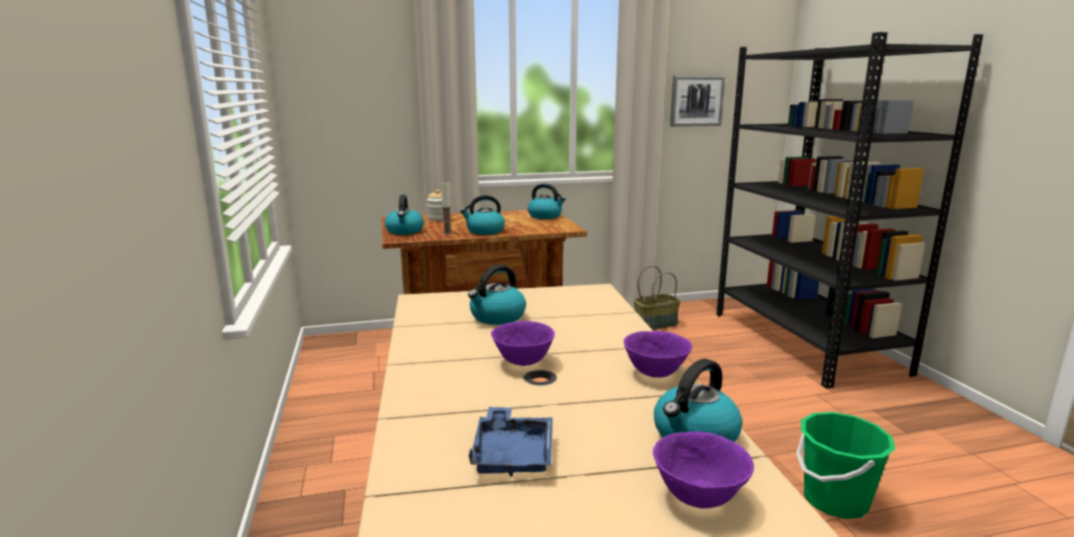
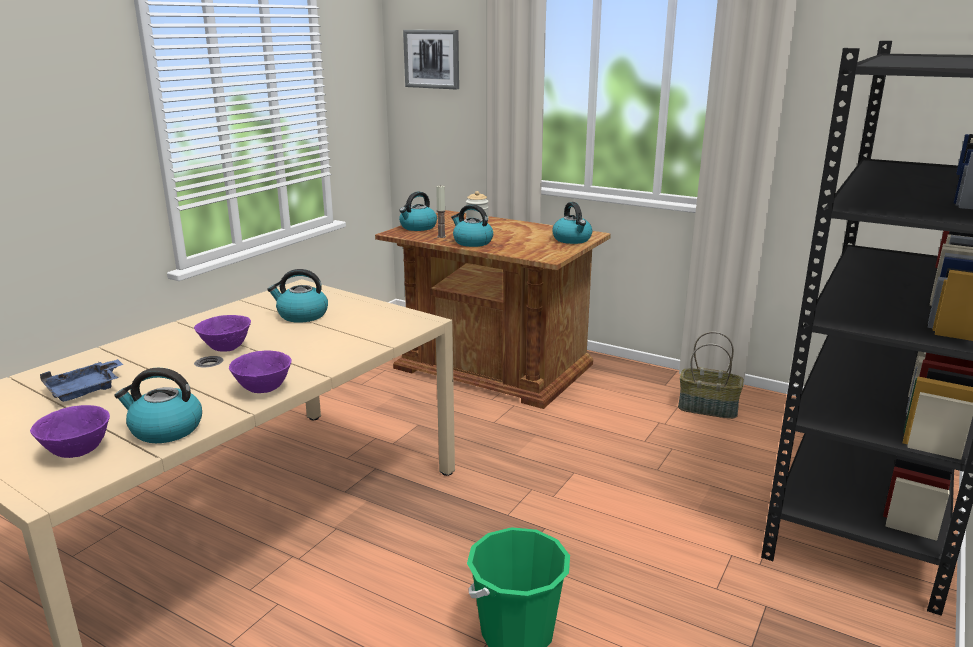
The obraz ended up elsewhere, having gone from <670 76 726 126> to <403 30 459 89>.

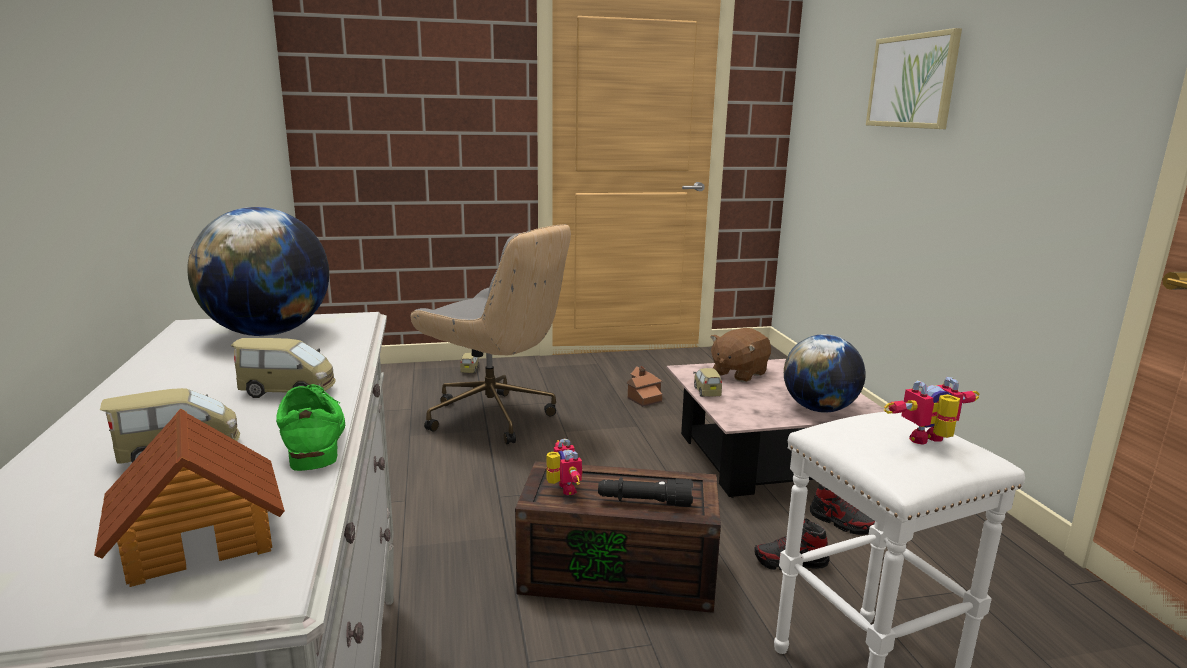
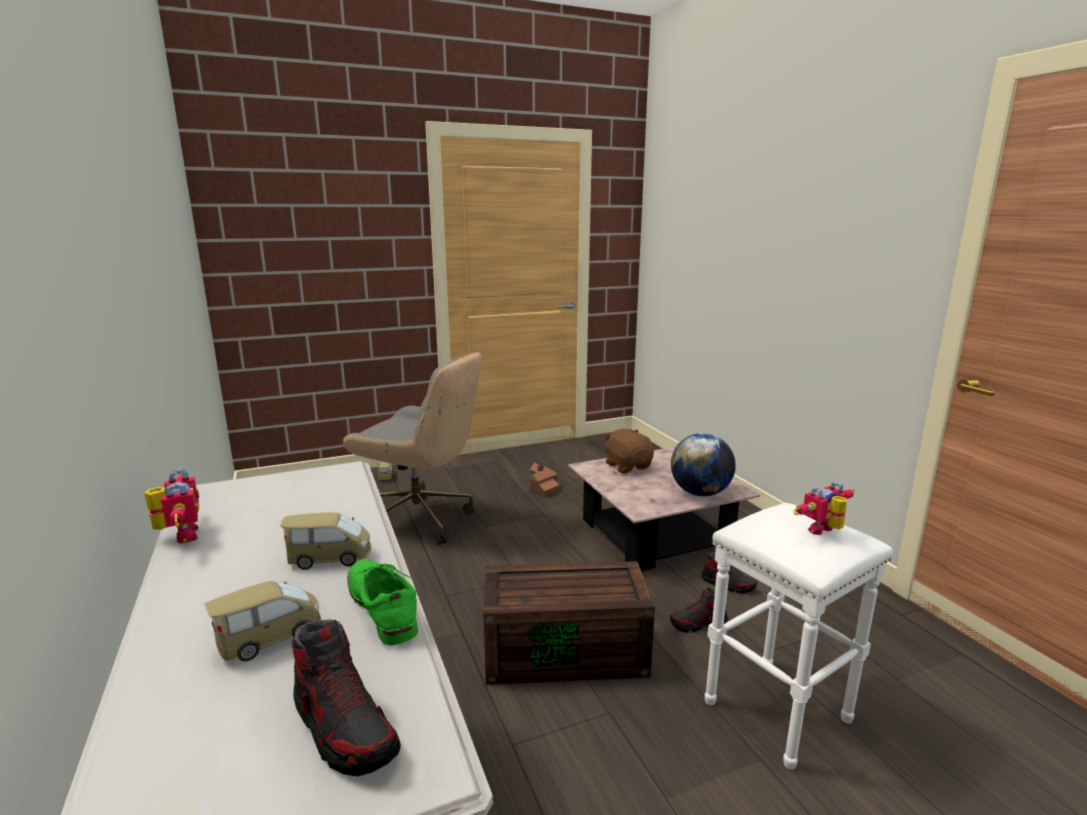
The robot zabawkowy ended up elsewhere, having gone from <546 439 583 495> to <144 469 199 543>.
Where the domek stood at <94 409 285 587>, the but came to stand at <291 619 401 776>.
The pluszak (brązowy) at <710 328 771 382> ended up facing another way, 120 degrees clockwise from before.
The second view lost the globus at <187 207 329 336>.
The second view lost the latarka (czarny) at <598 477 693 507>.
The second view lost the samochodzik at <693 368 722 397>.
The second view lost the obraz at <866 28 962 129>.

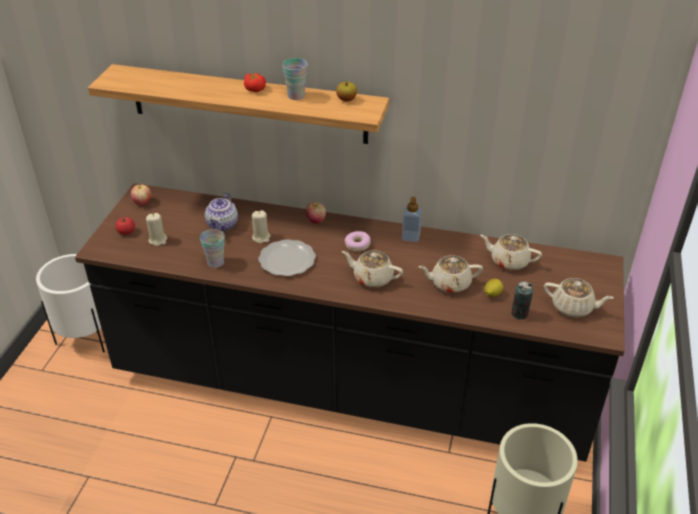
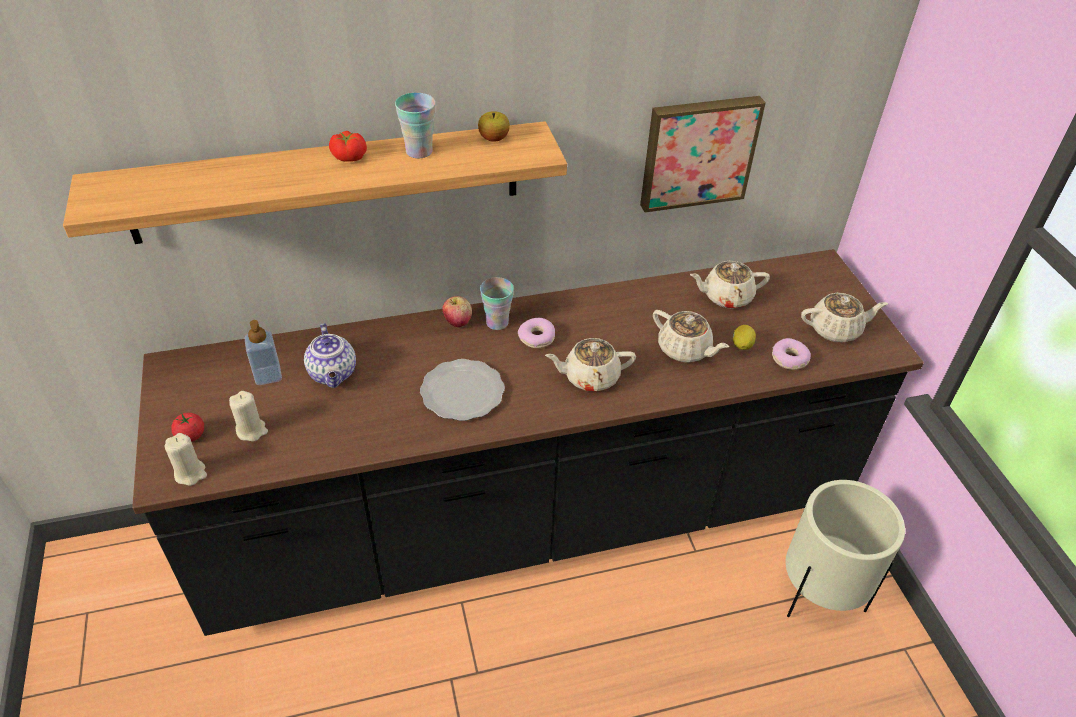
The świeca (beżowy) ended up elsewhere, having gone from <252 210 271 243> to <165 433 207 486>.
The dozownik mydła ended up elsewhere, having gone from <402 197 422 242> to <245 320 282 385>.
The filiżanka ended up elsewhere, having gone from <200 229 225 268> to <480 277 514 330>.
The second view gained the obraz at <640 96 766 213>.
The imbryk (beżowy) at <418 255 483 293> ended up facing another way, 105 degrees counterclockwise from before.
Where the puszka stood at <511 281 533 320>, the donut came to stand at <772 338 811 370>.
The second view lost the donica (biały) at <36 254 105 353>.
The second view lost the jabłko at <131 184 152 206>.

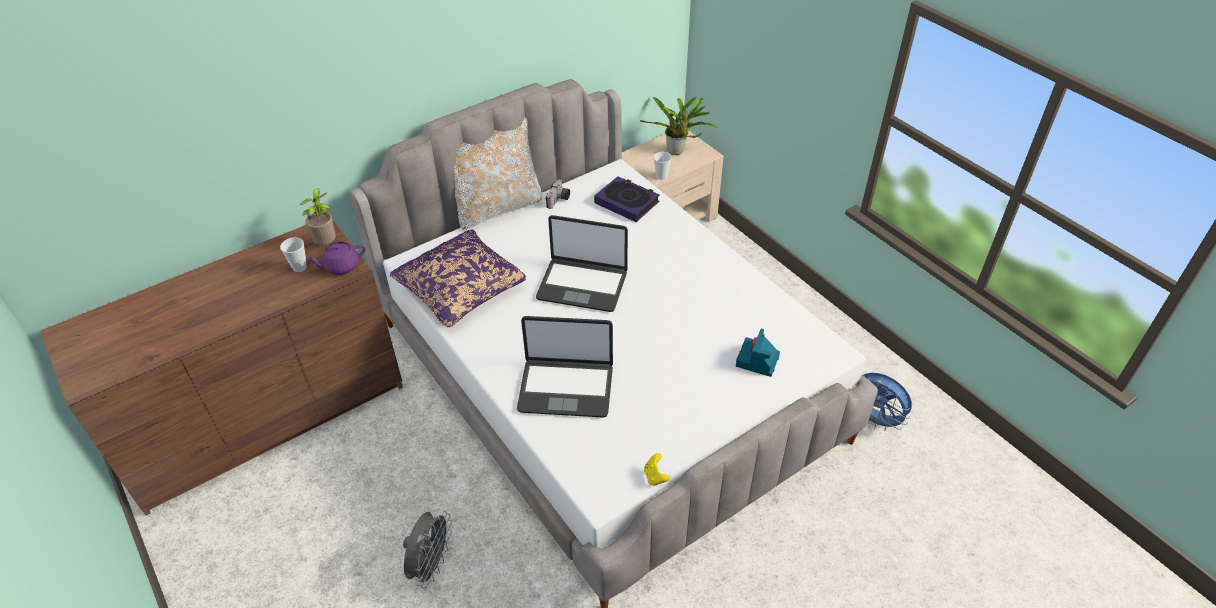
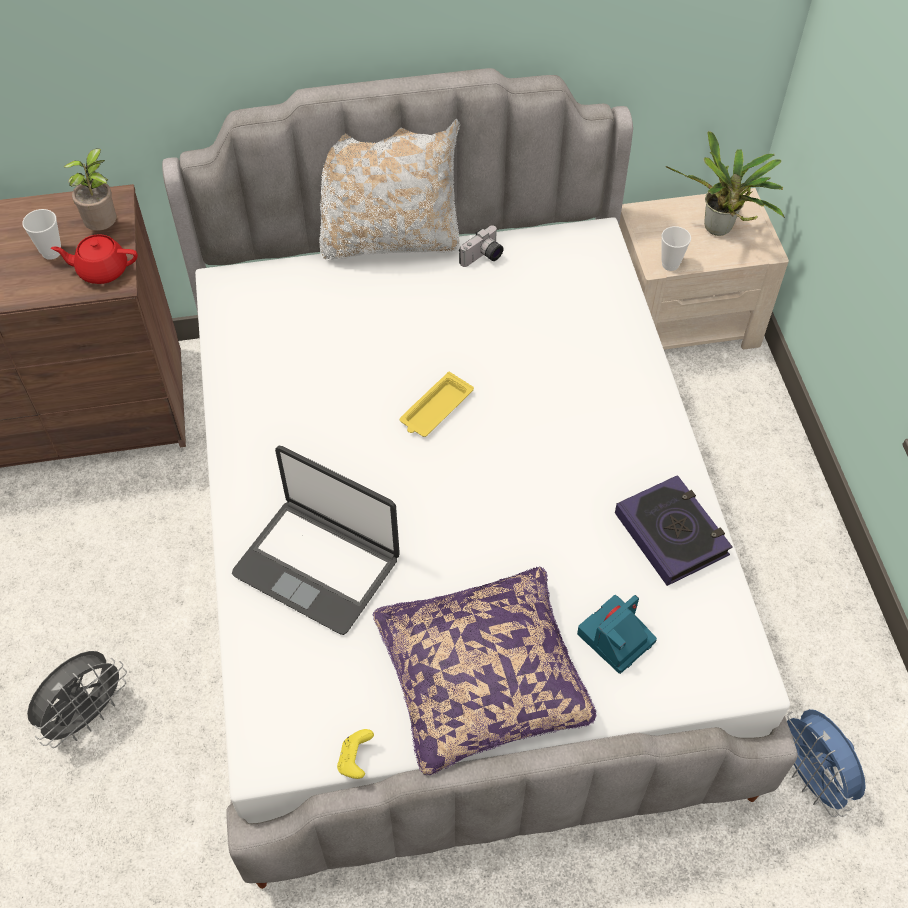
What was the imbryk (fioletowy) at <307 242 366 275> turned into the imbryk (czerwony) at <51 234 138 284>.
The poduszka (fioletowy) ended up elsewhere, having gone from <390 229 526 328> to <373 567 597 775>.
Where the laptop stood at <536 215 628 312>, the taca (żółty) came to stand at <400 372 474 437>.
The książka ended up elsewhere, having gone from <594 176 660 222> to <615 475 733 586>.

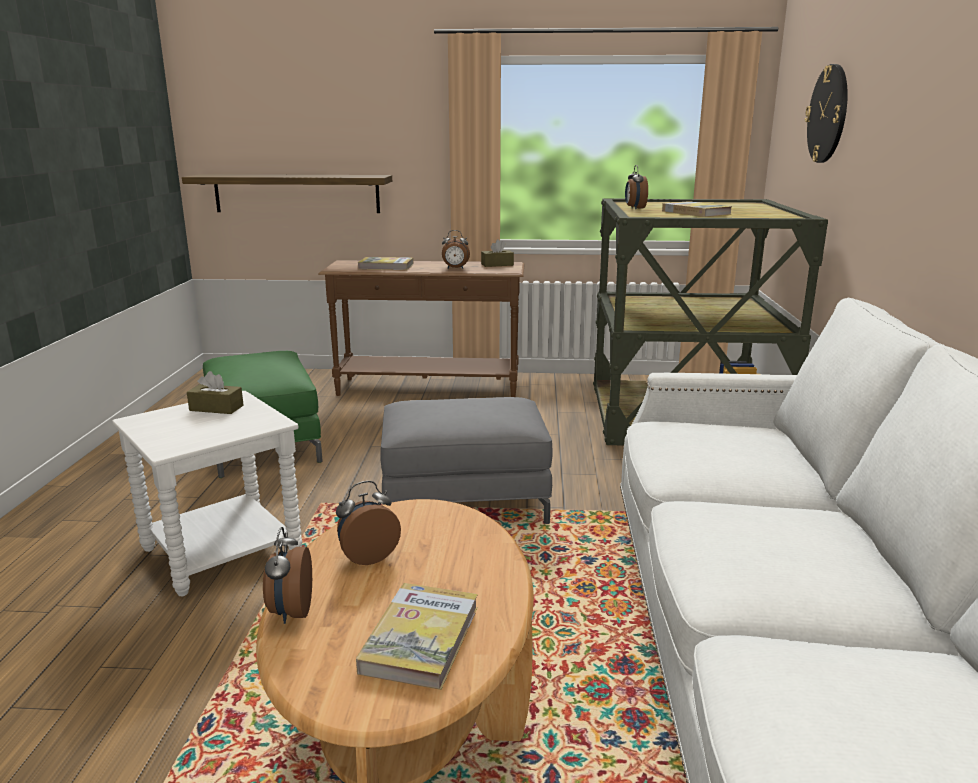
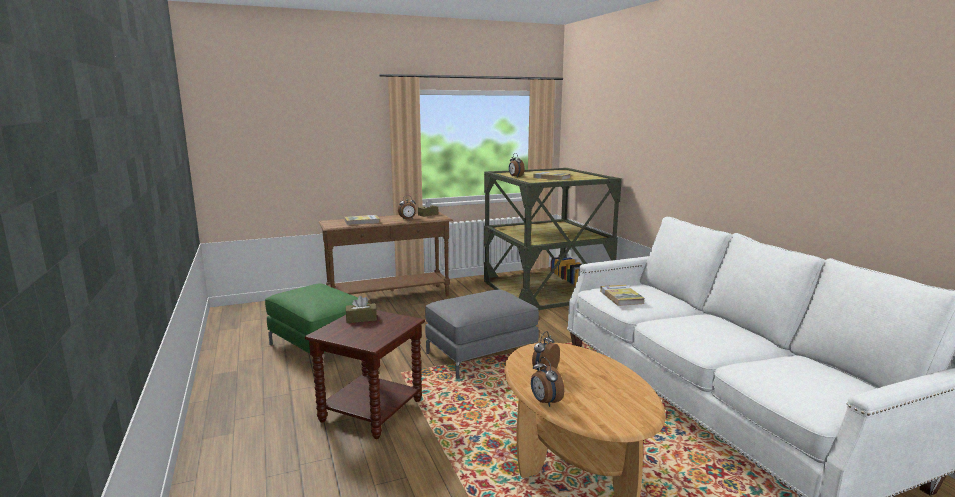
What was the stolik (biały) at <112 391 302 596> turned into the stolik (brązowy) at <305 310 425 439>.
The książka ended up elsewhere, having gone from <356 583 478 690> to <600 285 645 306>.
The second view lost the półka at <182 174 392 213>.
The second view lost the zegar ścienny at <805 64 848 163>.

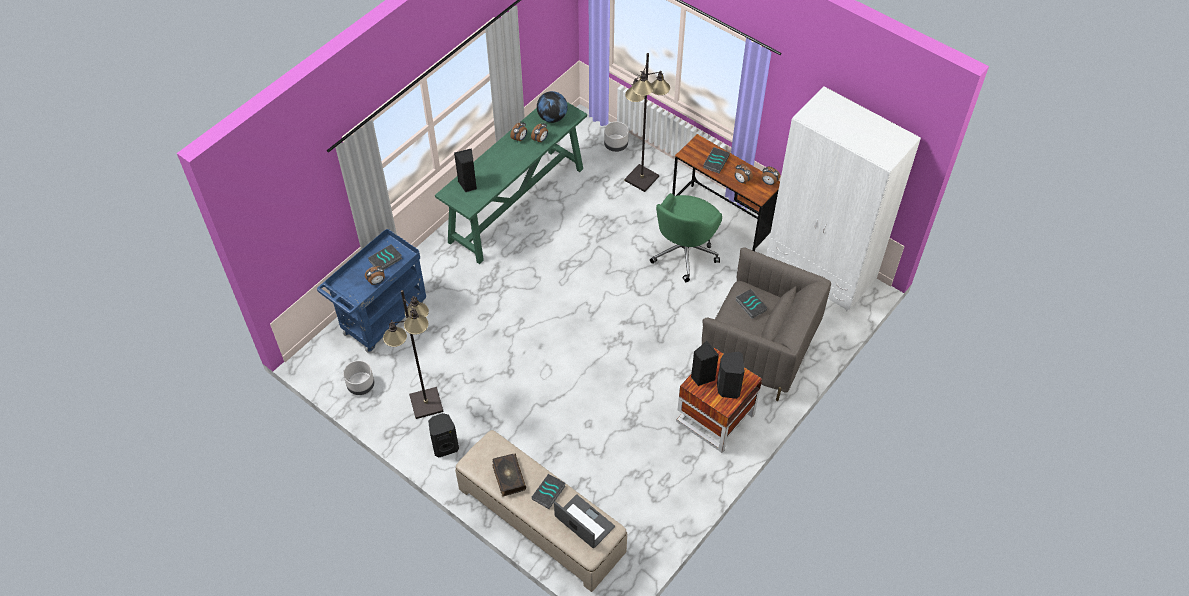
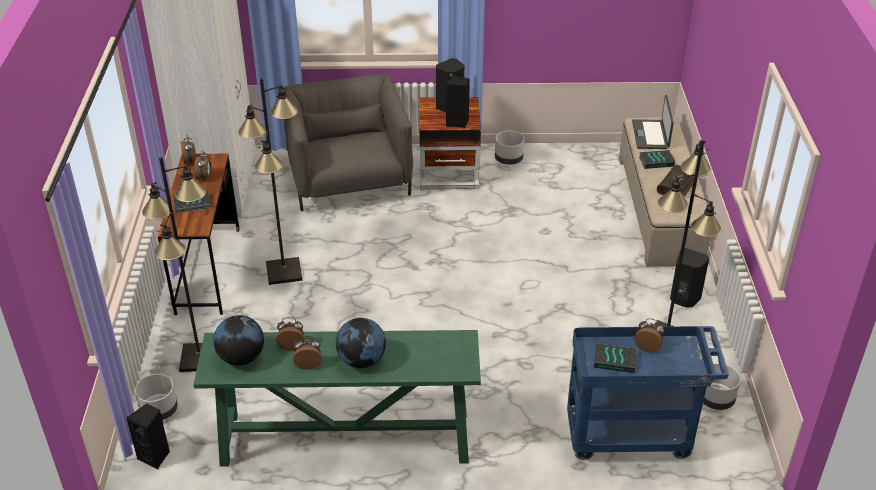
The głośnik (czarny) ended up elsewhere, having gone from <454 148 477 192> to <127 403 170 469>.
Where the krzesło biurowe (zielony) stood at <650 193 722 282>, the lampa stojąca (czarny) came to stand at <238 78 302 285>.
The second view gained the globus at <336 318 386 368>.
The second view gained the donica (szary) at <495 131 524 165>.
The second view lost the książka at <736 289 767 319>.

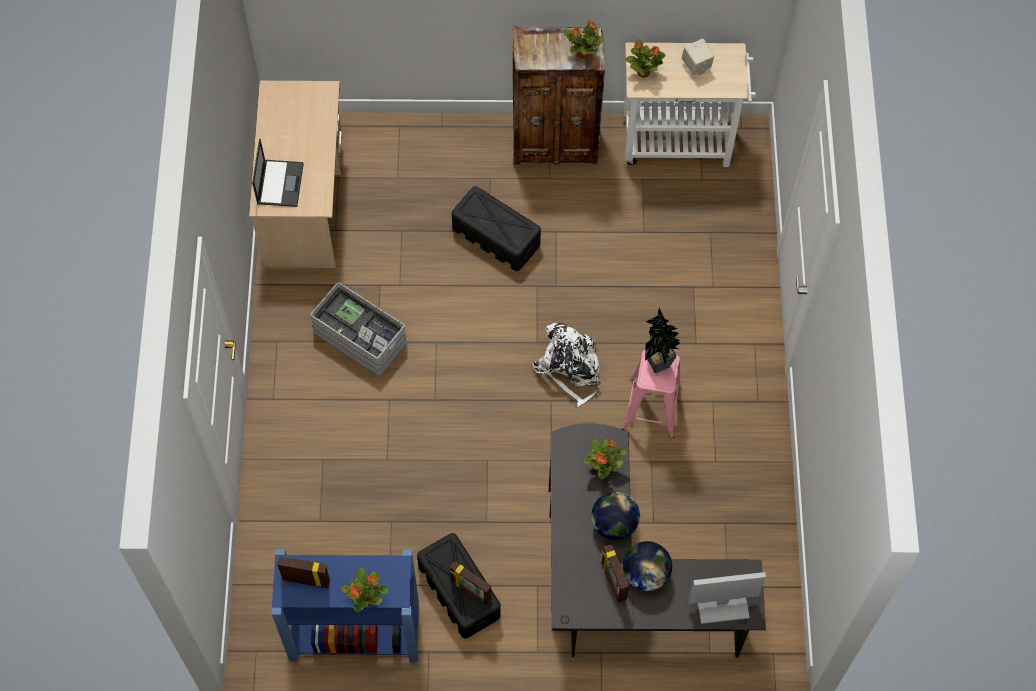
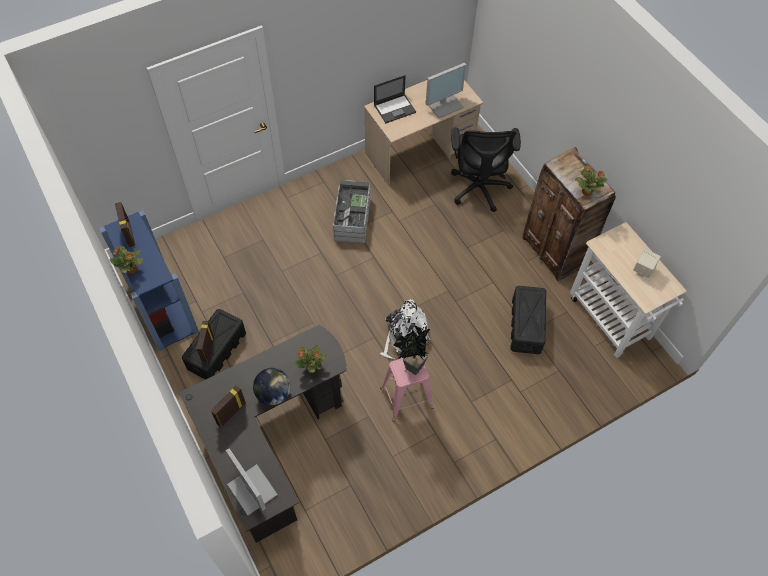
The second view gained the monitor at <425 63 466 118>.
The second view gained the krzesło biurowe (czarny) at <451 127 521 212>.
The pojemnik do przechowywania (czarny) ended up elsewhere, having gone from <452 186 541 271> to <511 286 546 354>.
The second view lost the globus at <623 541 672 591>.
The second view lost the roślina doniczkowa at <625 39 666 78>.

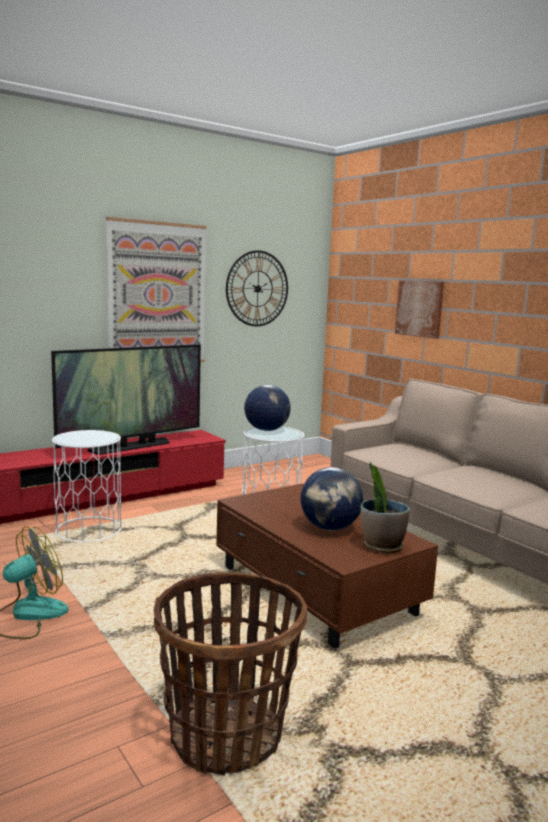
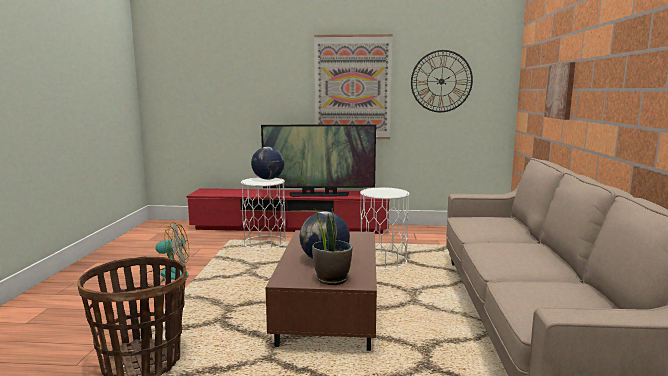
The globus ended up elsewhere, having gone from <244 385 291 431> to <251 147 284 180>.

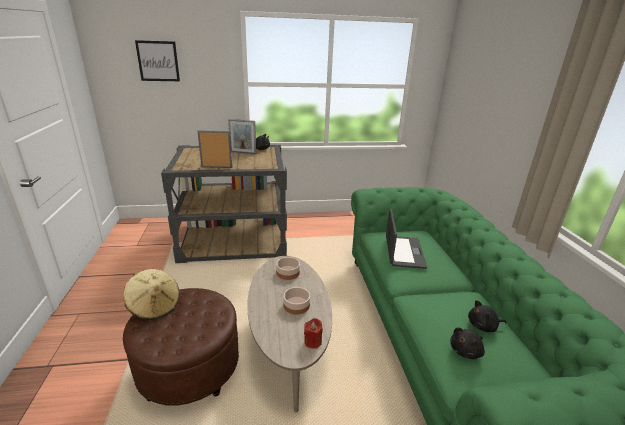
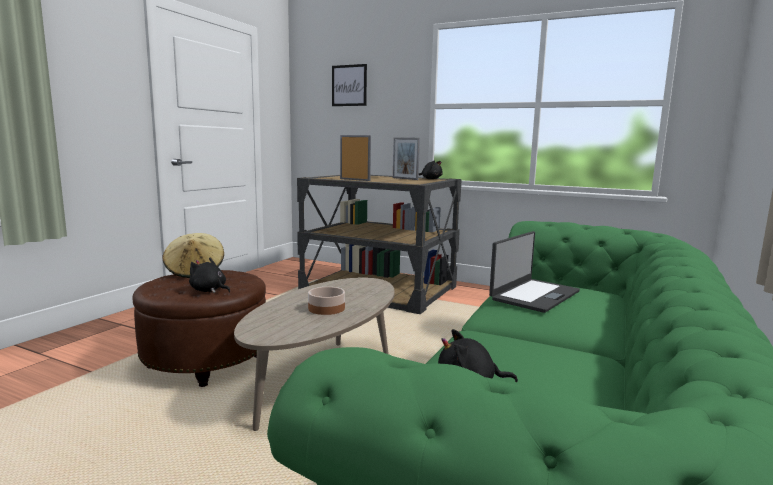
The pluszak (czarny) ended up elsewhere, having gone from <468 300 507 332> to <189 258 230 293>.
The second view lost the miska at <276 257 300 280>.
The second view lost the świeca (czerwony) at <304 318 323 349>.

